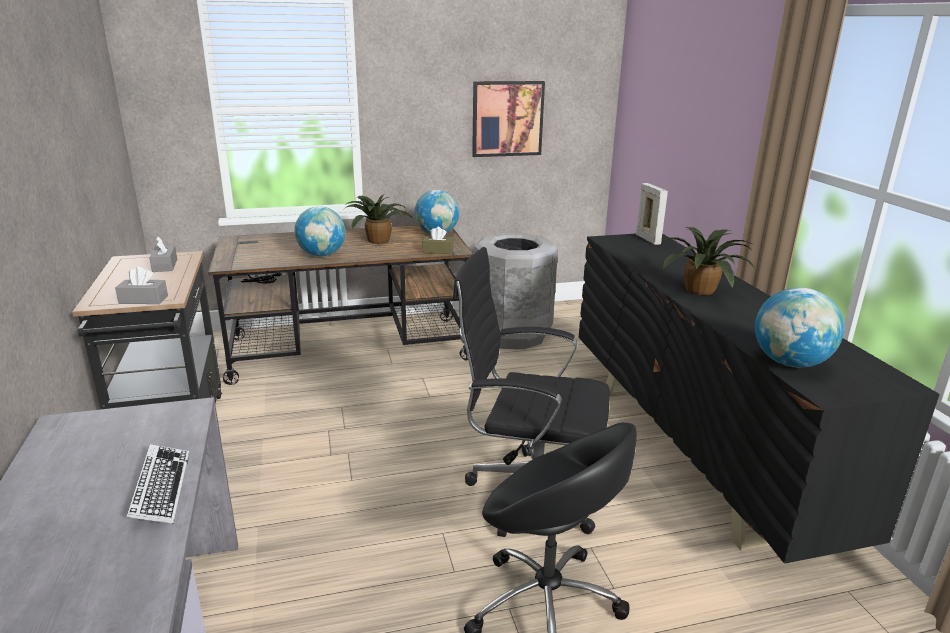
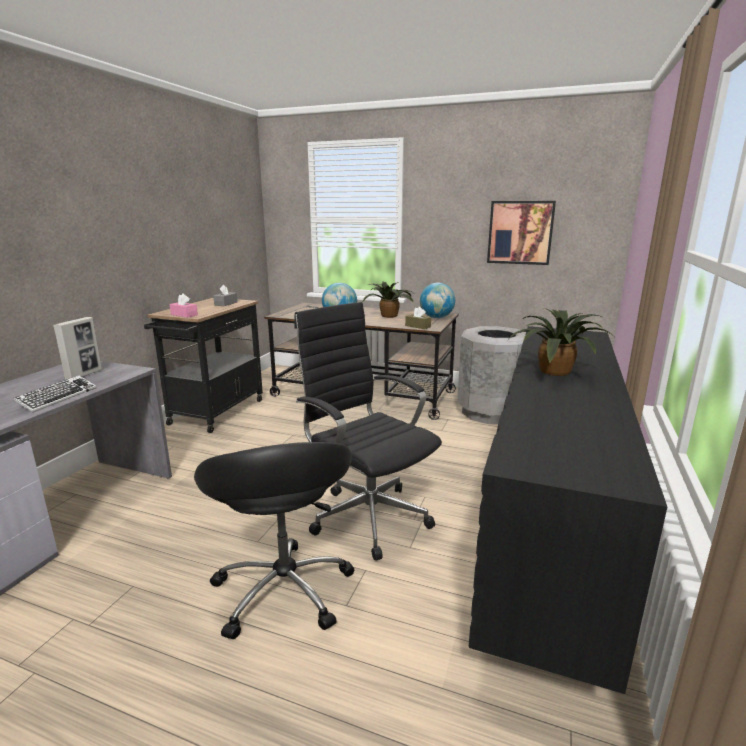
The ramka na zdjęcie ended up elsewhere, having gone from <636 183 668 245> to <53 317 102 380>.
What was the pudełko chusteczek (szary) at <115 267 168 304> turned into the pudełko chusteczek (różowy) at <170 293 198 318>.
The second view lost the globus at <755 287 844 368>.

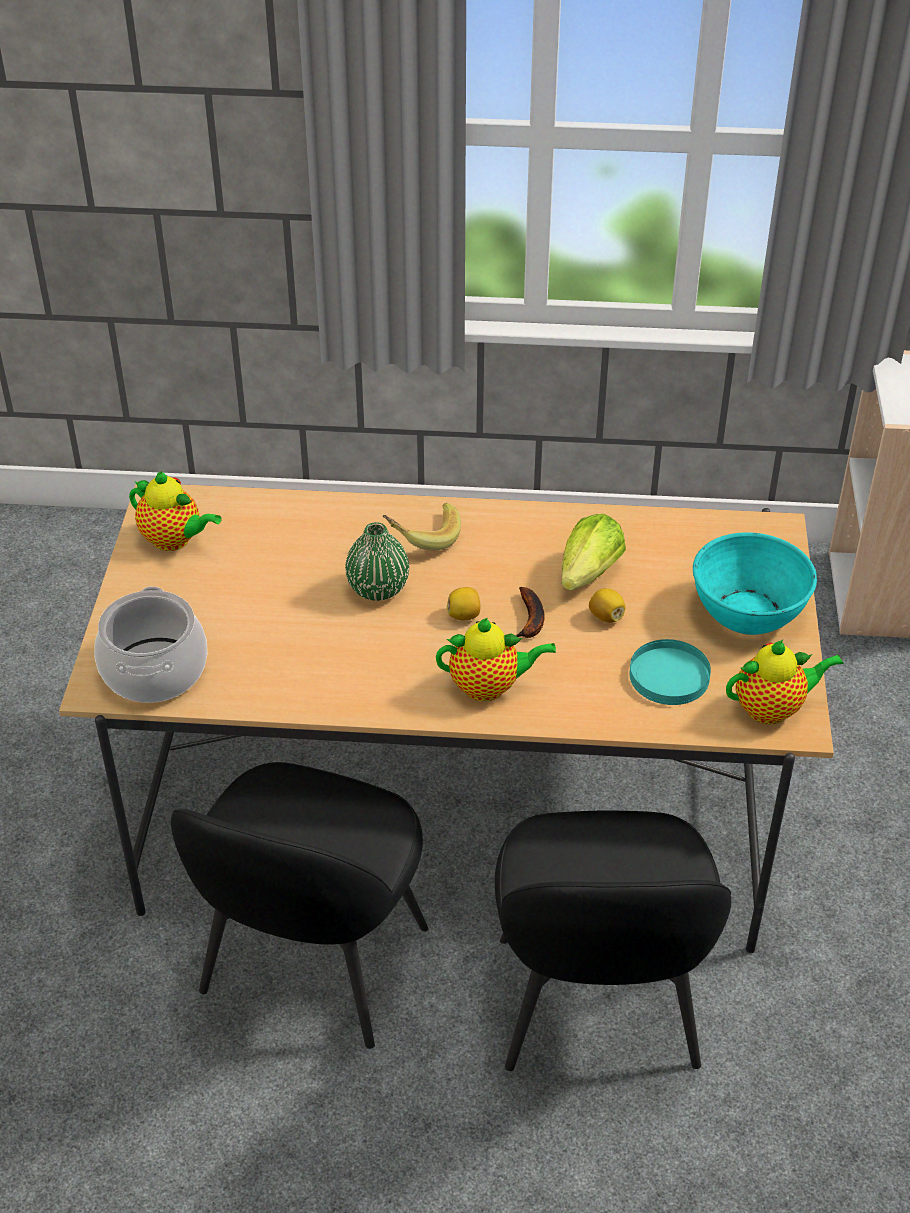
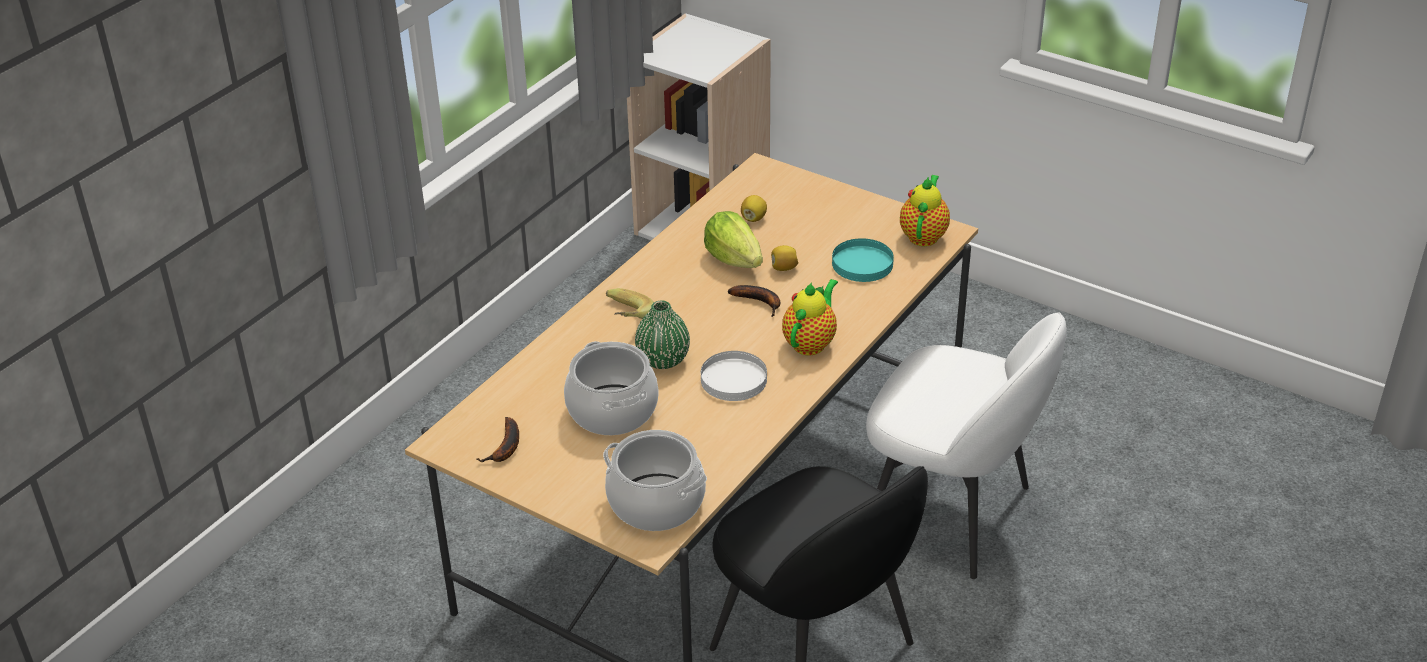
Where the imbryk stood at <129 471 222 551>, the banan came to stand at <477 417 519 462>.
The second view gained the garnek at <564 341 658 435>.
The second view gained the talerz (biały) at <701 351 767 401>.
The cytryna ended up elsewhere, having gone from <447 587 480 620> to <741 195 767 222>.
What was the krzesło (czarny) at <495 811 732 1071> turned into the krzesło (biały) at <866 312 1066 579>.
The second view lost the miska (turkusowy) at <693 532 817 635>.

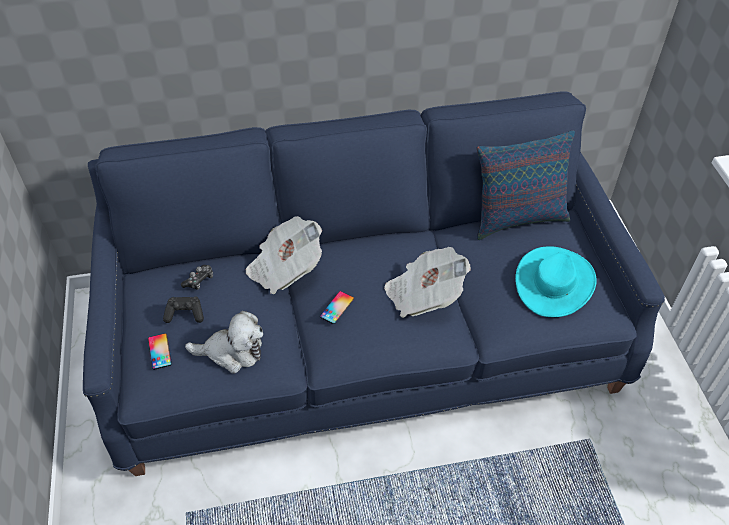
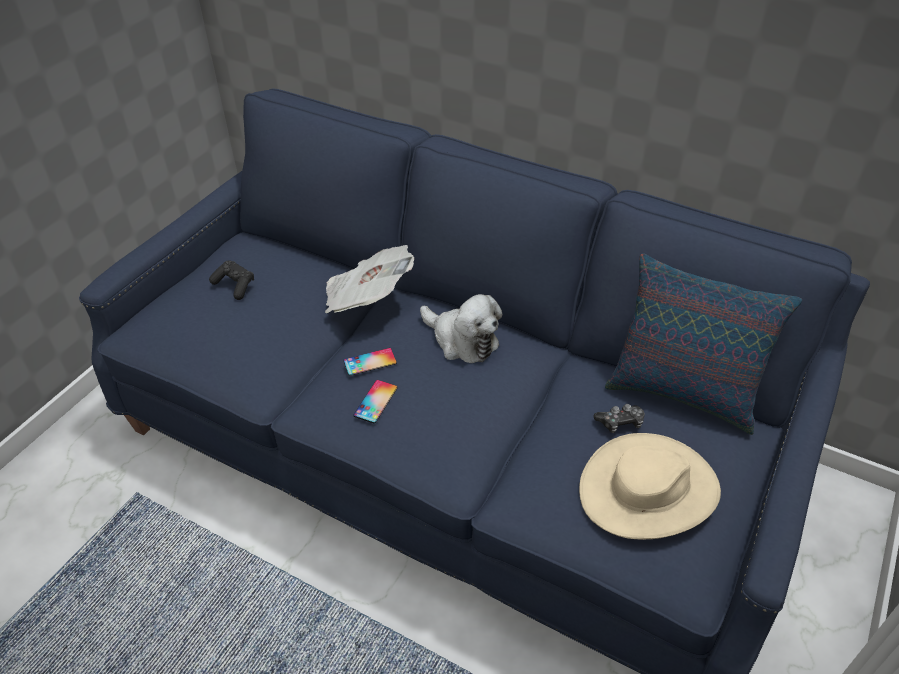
The telefon ended up elsewhere, having gone from <148 333 172 370> to <354 380 398 423>.
The pluszak ended up elsewhere, having gone from <185 311 263 373> to <420 294 502 363>.
What was the kapelusz (turkusowy) at <515 246 597 317> turned into the kapelusz (beżowy) at <579 433 721 539>.
The pad do gier ended up elsewhere, having gone from <181 265 213 290> to <594 404 645 433>.
The second view lost the gazeta at <384 247 471 318>.

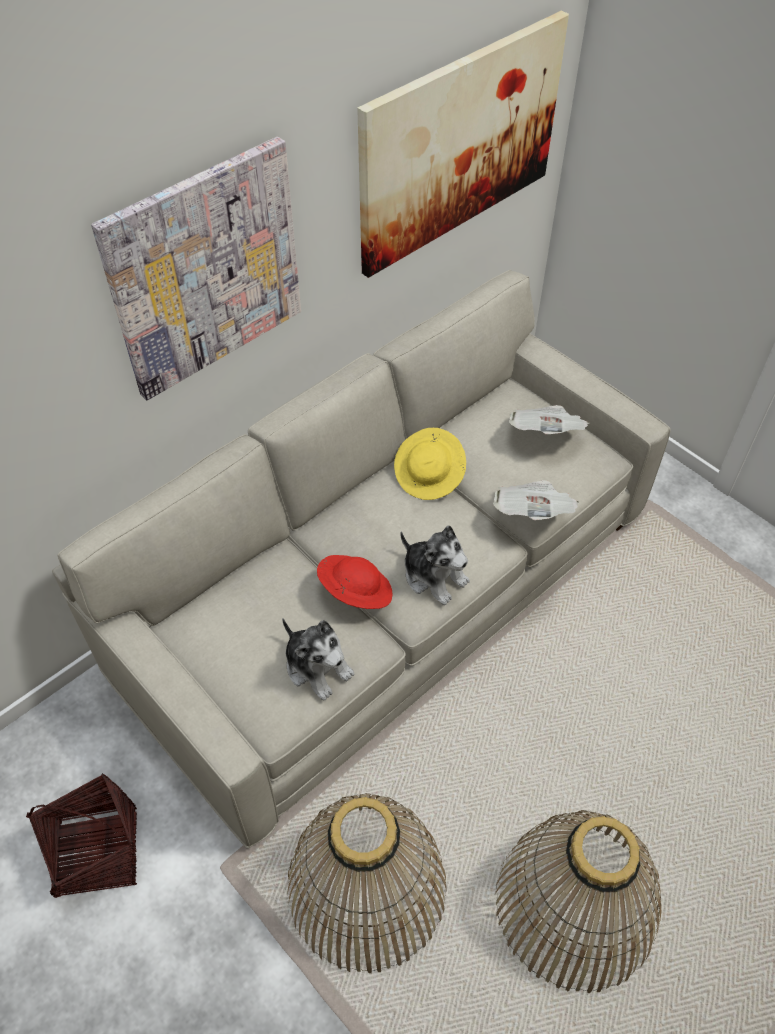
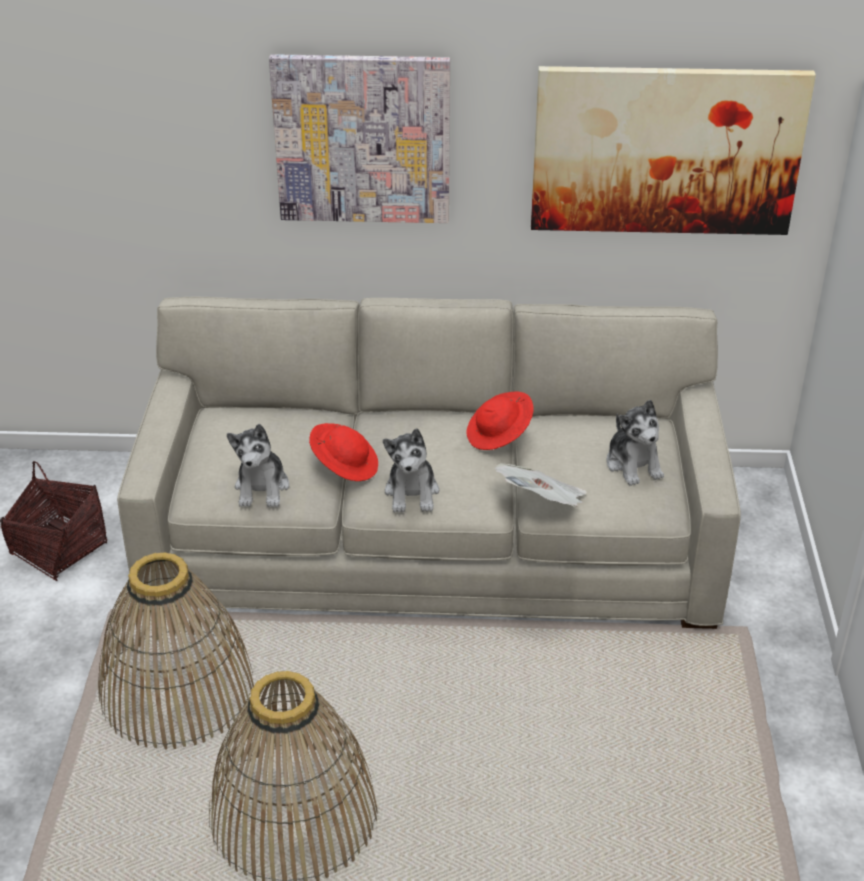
What was the kapelusz (żółty) at <394 428 466 500> turned into the kapelusz (czerwony) at <466 391 533 450>.
Where the gazeta stood at <508 405 589 434>, the pluszak came to stand at <606 400 664 486>.

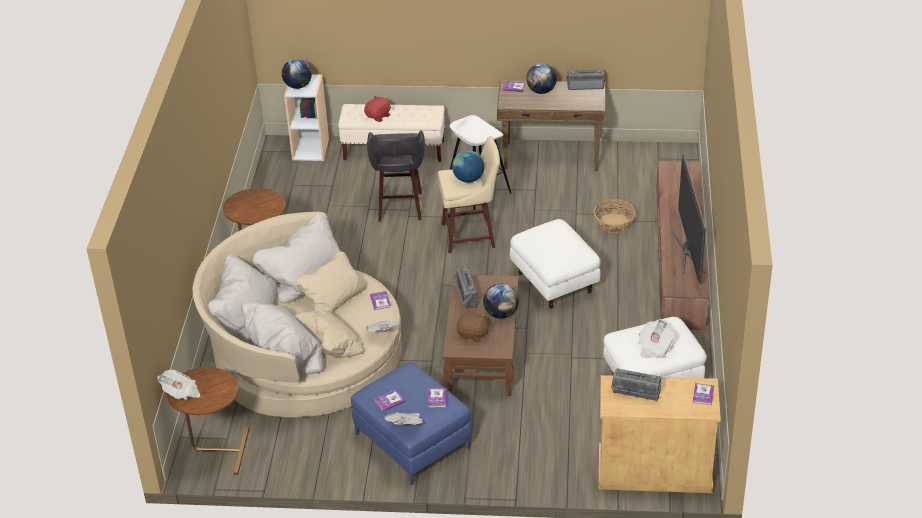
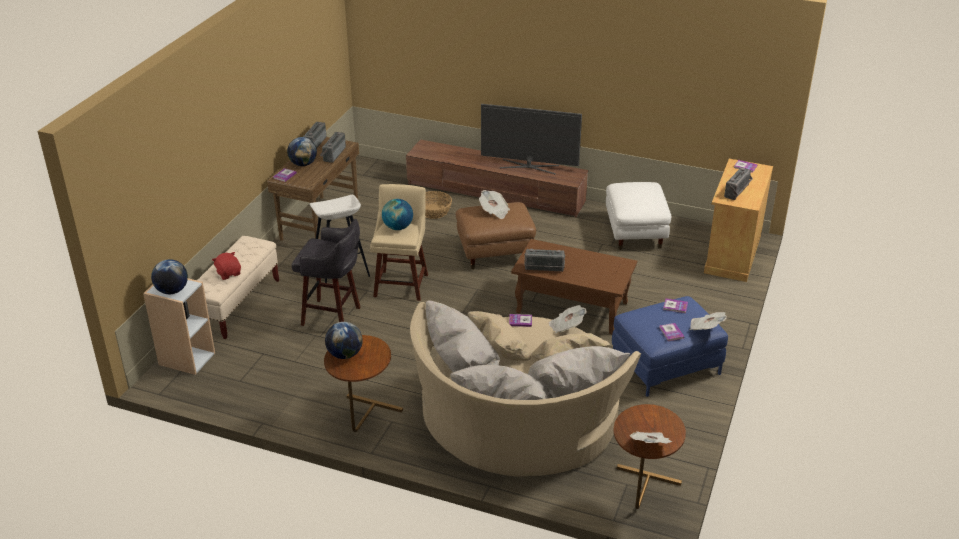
The second view gained the radio at <320 132 346 163>.
The globus ended up elsewhere, having gone from <483 284 518 319> to <325 322 363 359>.
What was the pufa (biały) at <510 219 601 309> turned into the pufa (brązowy) at <456 202 536 269>.
The gazeta ended up elsewhere, having gone from <639 319 675 358> to <479 190 510 219>.
The second view lost the pluszak (brązowy) at <456 312 490 342>.

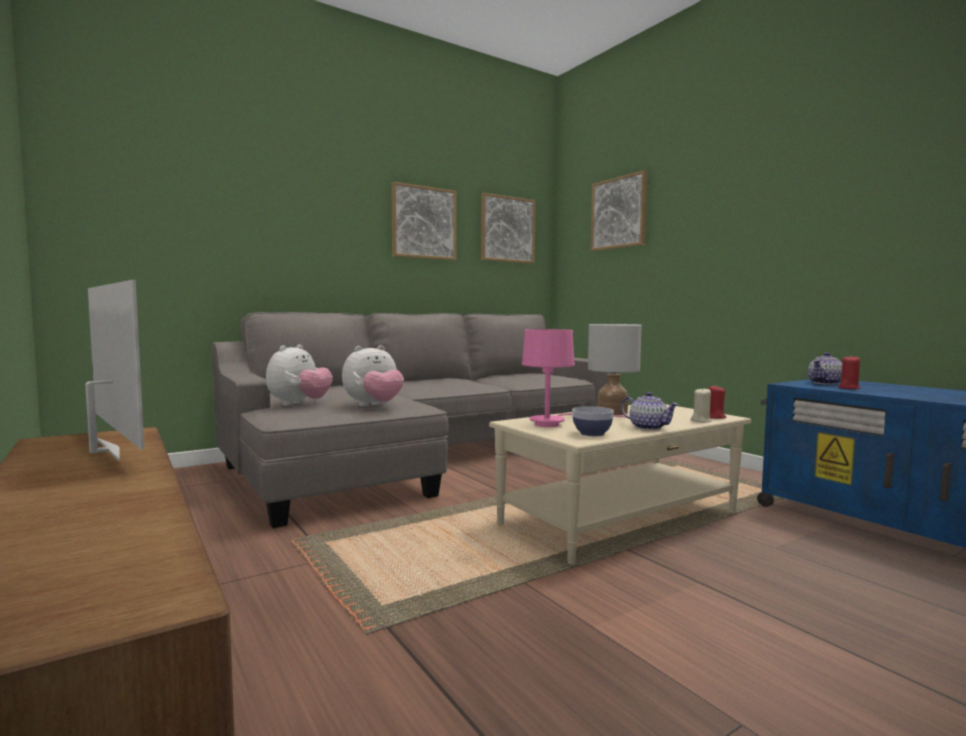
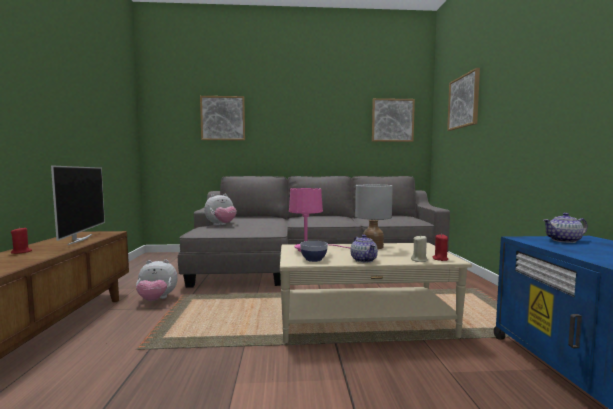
The świeca (czerwony) ended up elsewhere, having gone from <838 355 861 389> to <11 227 32 254>.
The pluszak ended up elsewhere, having gone from <342 345 404 407> to <136 260 178 301>.
The obraz ended up elsewhere, having gone from <391 182 457 260> to <200 96 245 141>.

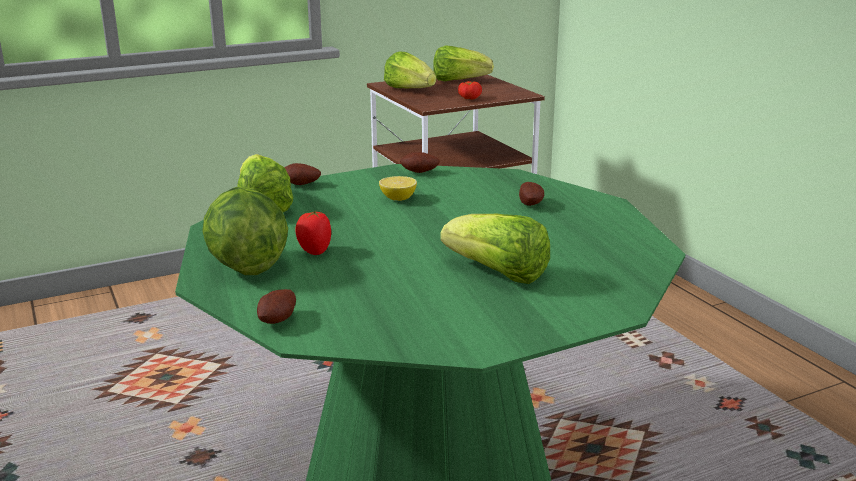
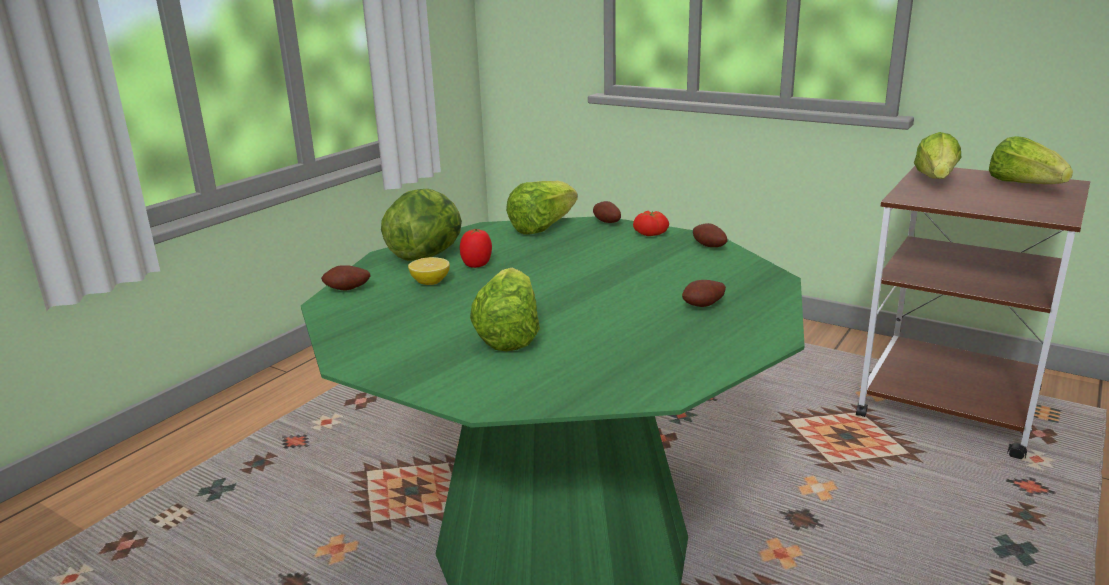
The cytryna ended up elsewhere, having gone from <379 176 417 201> to <408 257 450 285>.
The pomidor ended up elsewhere, having gone from <458 81 482 100> to <633 211 669 236>.

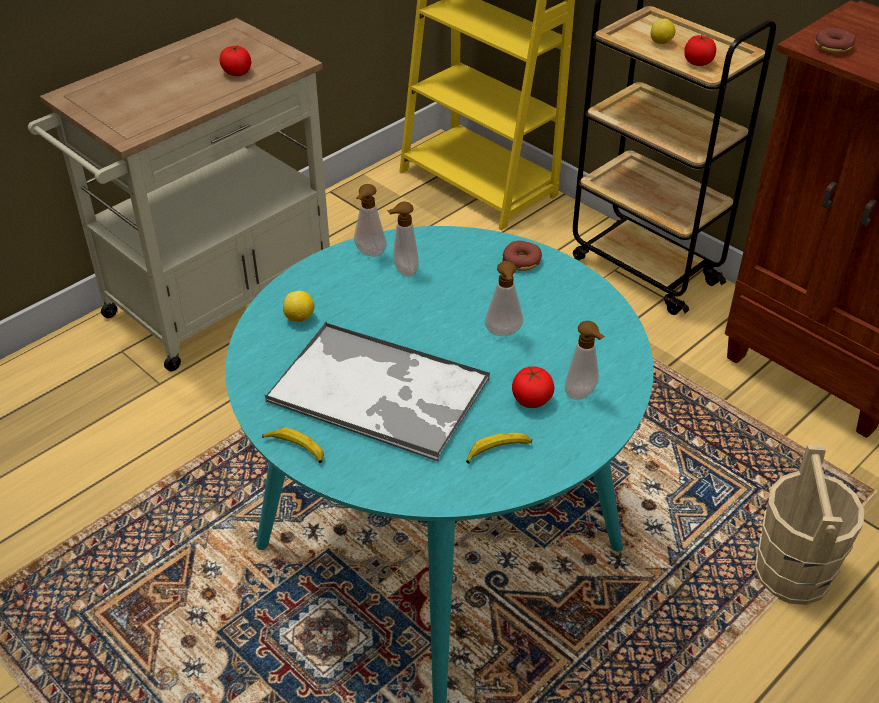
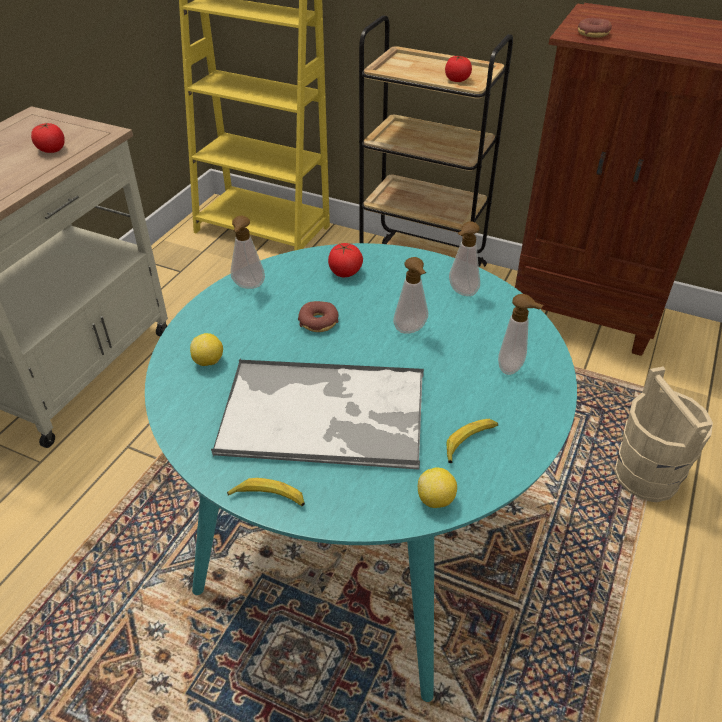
The donut ended up elsewhere, having gone from <502 241 542 271> to <298 301 338 332>.
The pomidor ended up elsewhere, having gone from <512 366 554 408> to <328 243 363 277>.
The cytryna ended up elsewhere, having gone from <650 19 676 44> to <418 467 457 508>.
The dozownik mydła ended up elsewhere, having gone from <387 201 419 277> to <449 221 480 296>.

